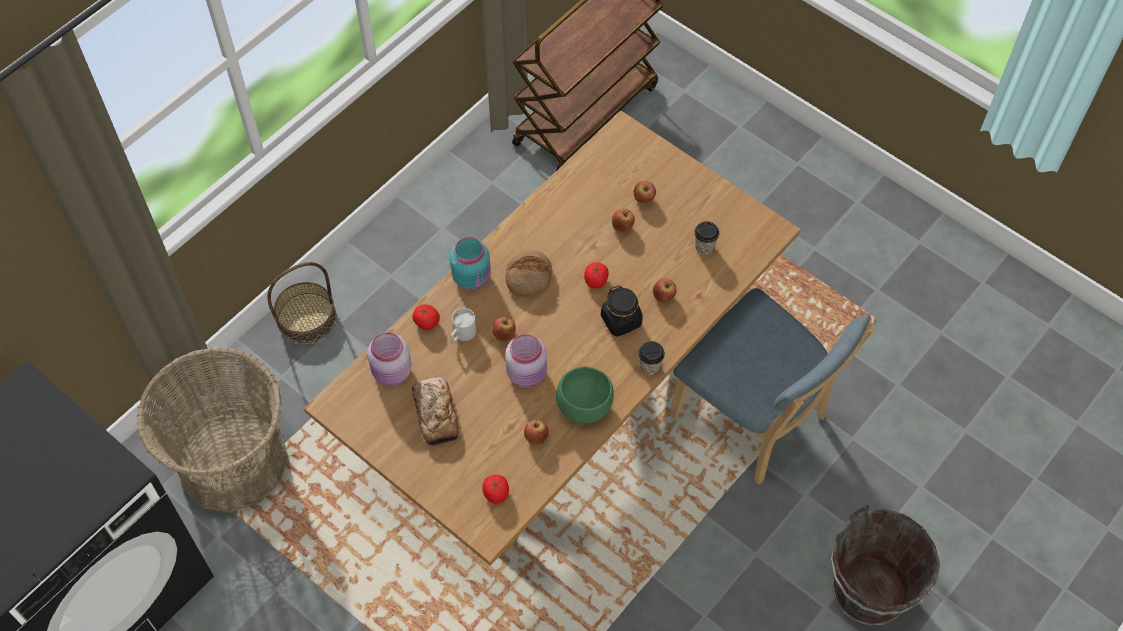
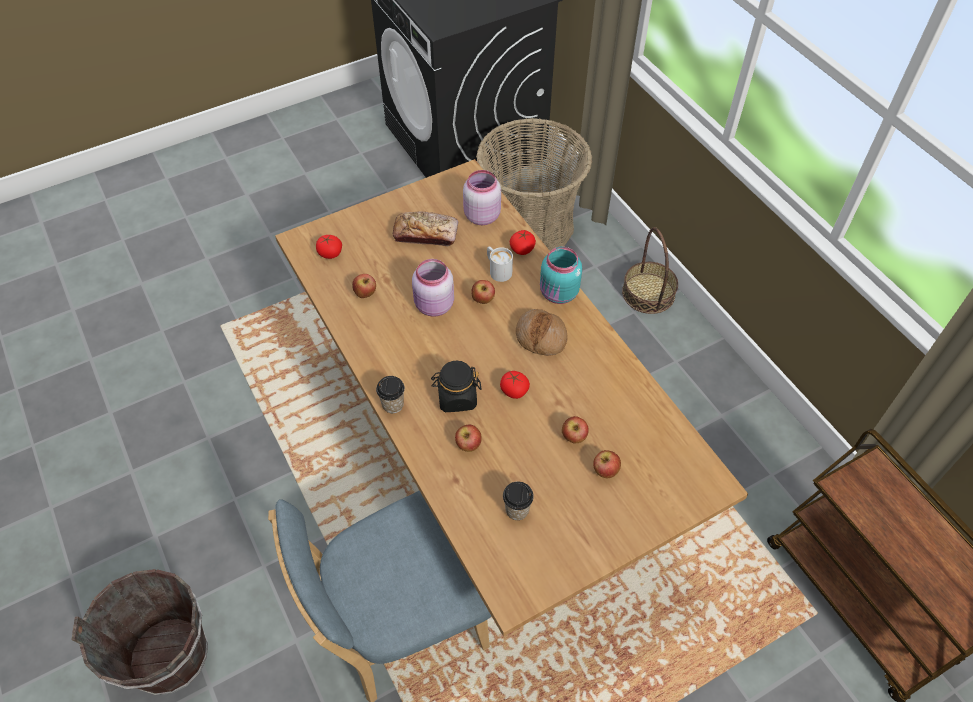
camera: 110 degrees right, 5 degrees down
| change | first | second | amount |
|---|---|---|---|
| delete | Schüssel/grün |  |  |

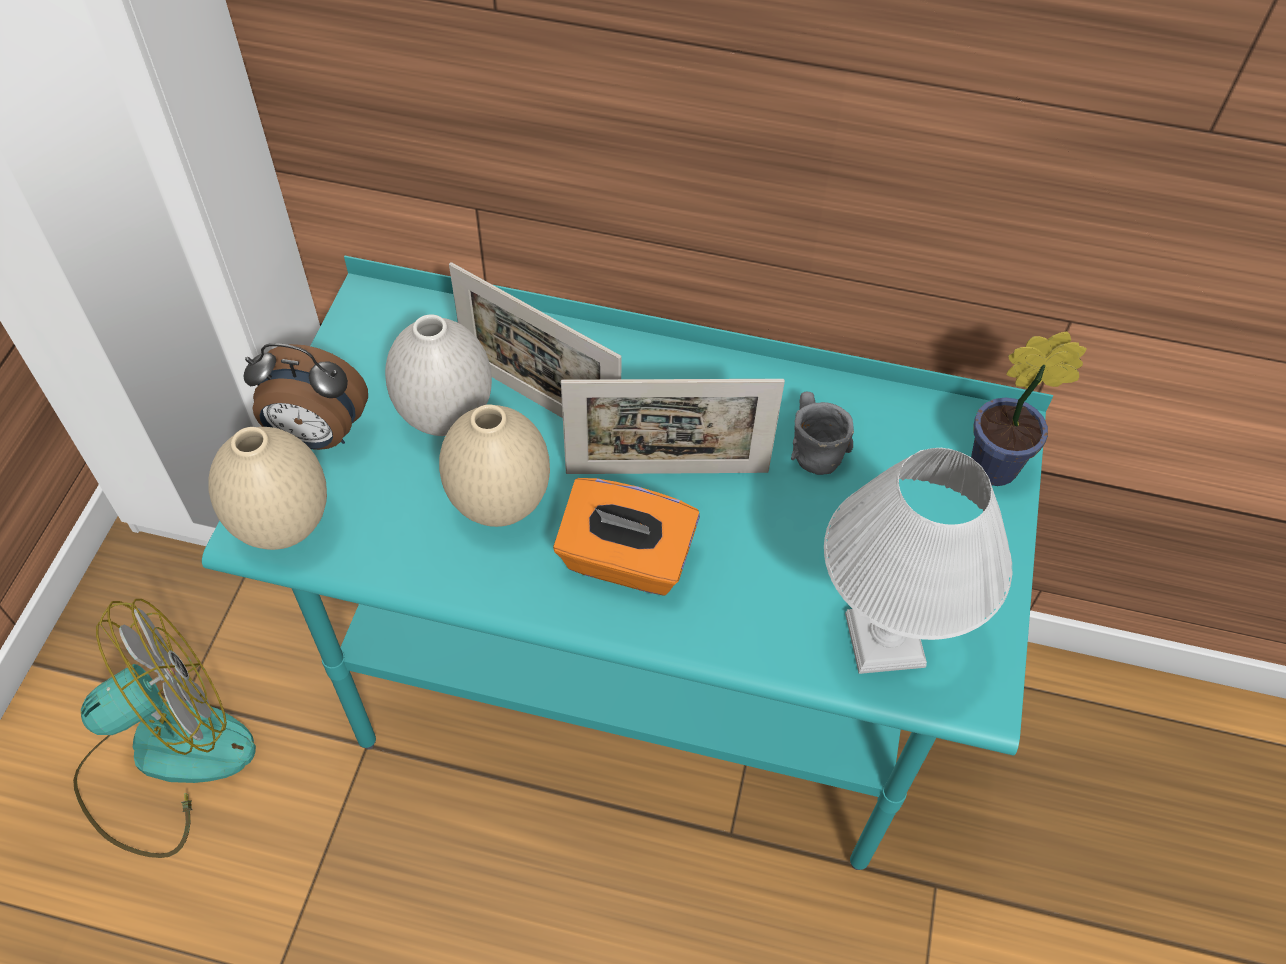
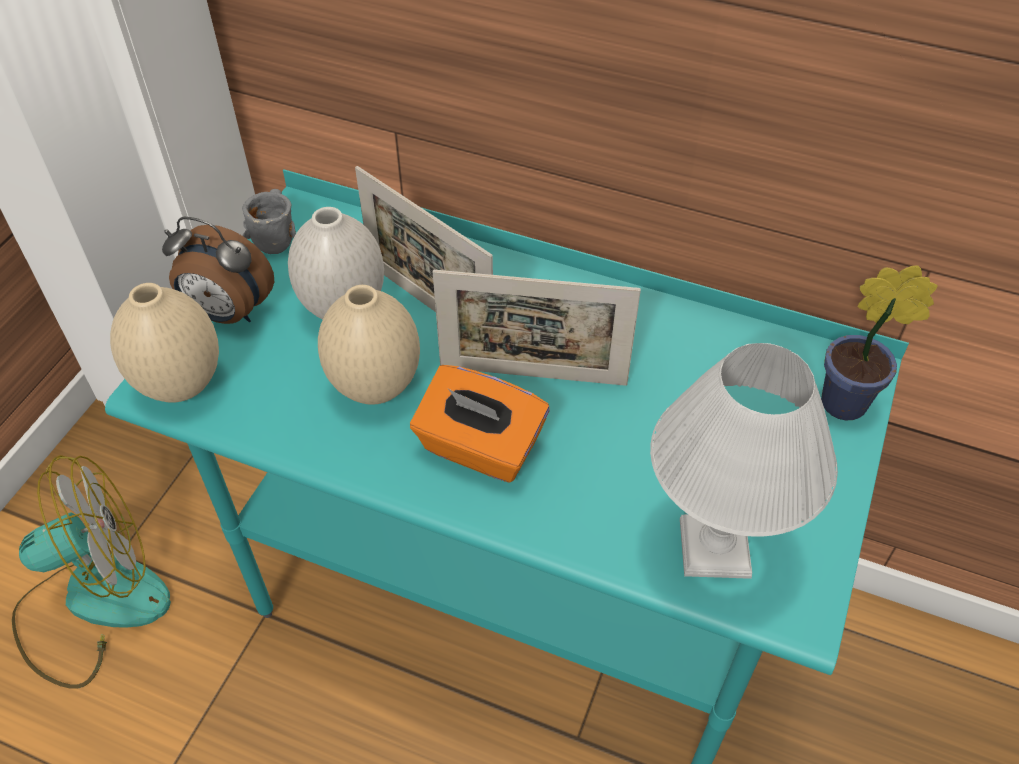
camera: 10 degrees right, 5 degrees down
| change | first | second | amount |
|---|---|---|---|
| move | Henkelbecher/grau |  |  |

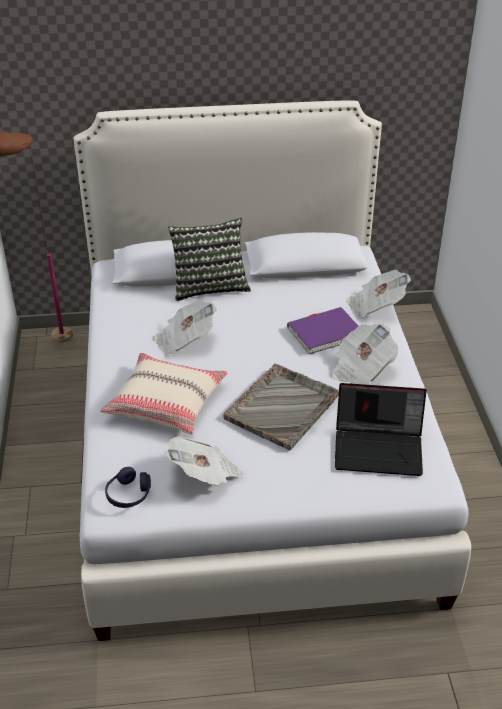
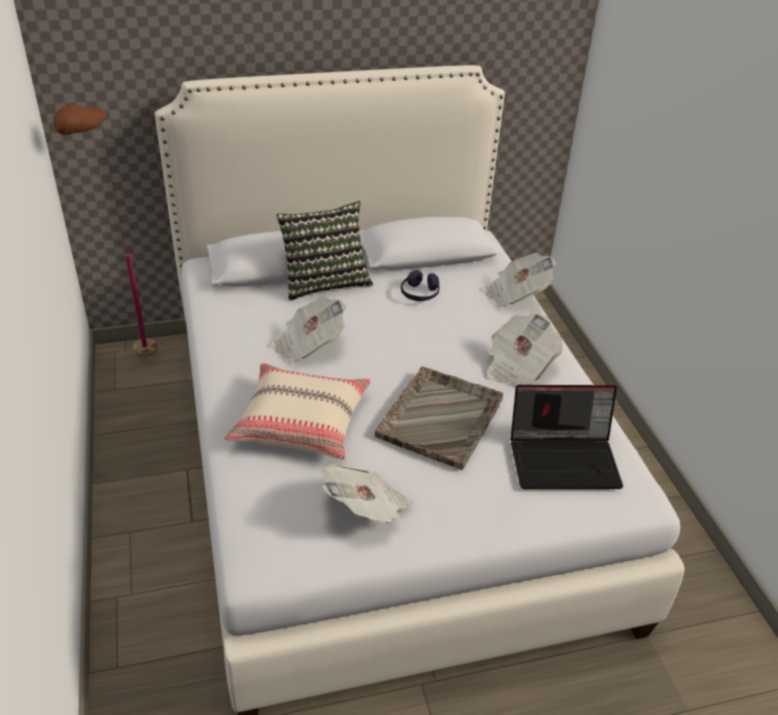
camera: 10 degrees left, 0 degrees up
| change | first | second | amount |
|---|---|---|---|
| delete | Buch/lila |  |  |
| move | Kopfhörer/lila |  |  |

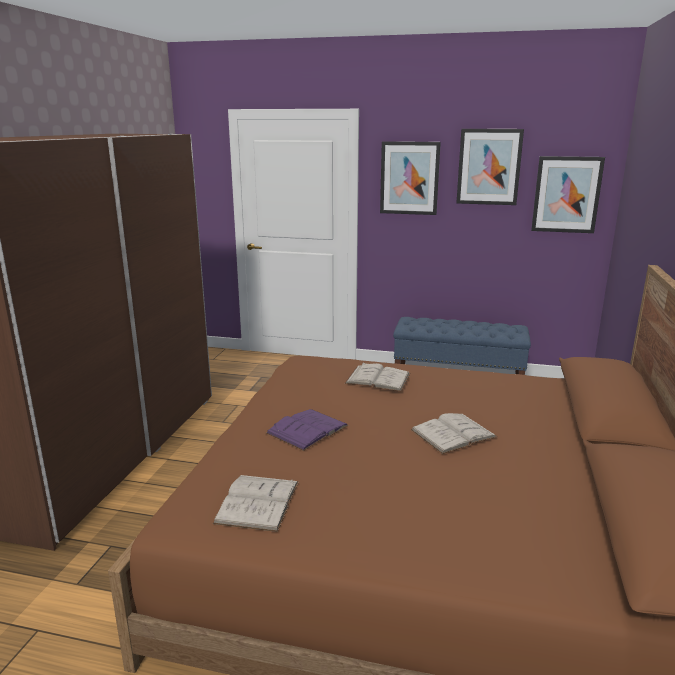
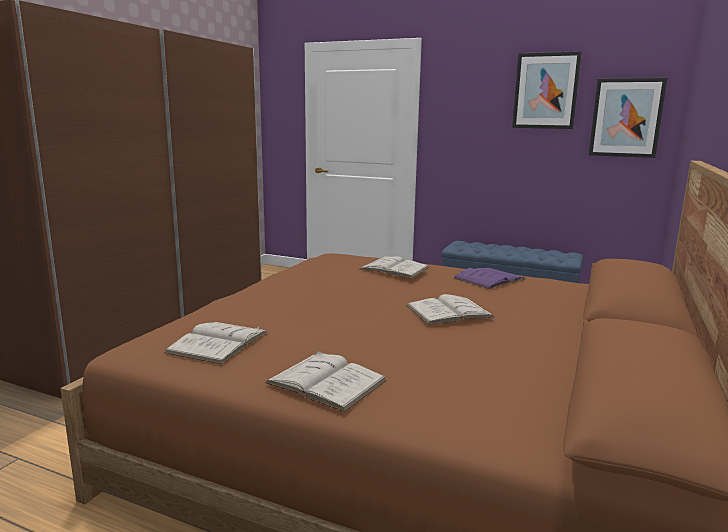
camera: 10 degrees right, 5 degrees down
| change | first | second | amount |
|---|---|---|---|
| delete | Bild (1st from left) |  |  |
| move | Buch/lila |  |  |
| insert |  | Buch/weiß (2nd from left) |  |

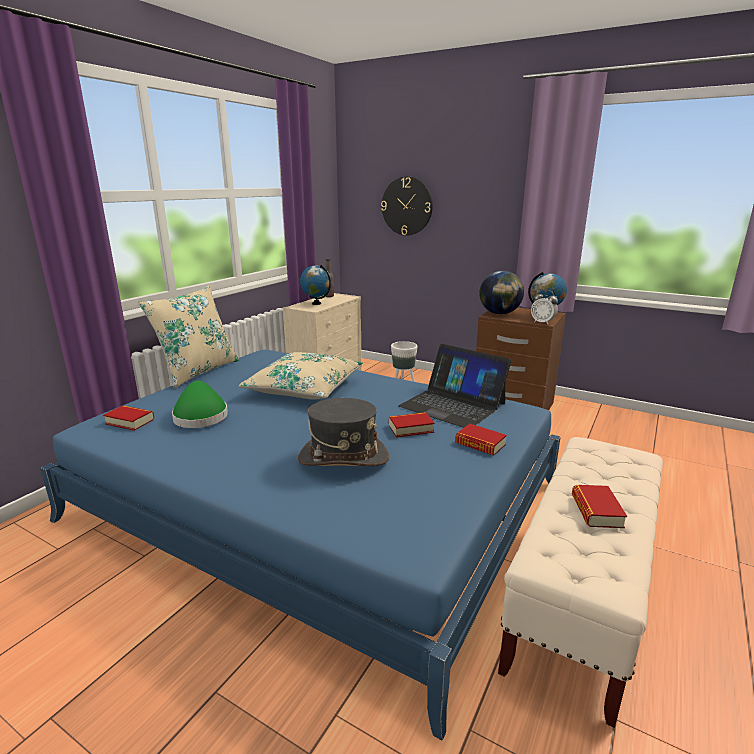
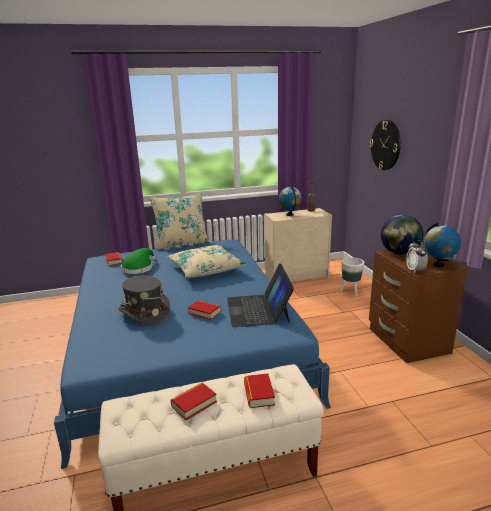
camera: 45 degrees right, 0 degrees up
| change | first | second | amount |
|---|---|---|---|
| move | Buch (3rd from left in the first image) | Buch (4th from left) |  |

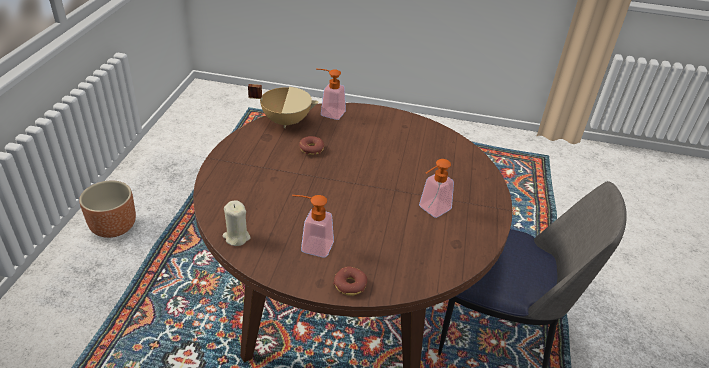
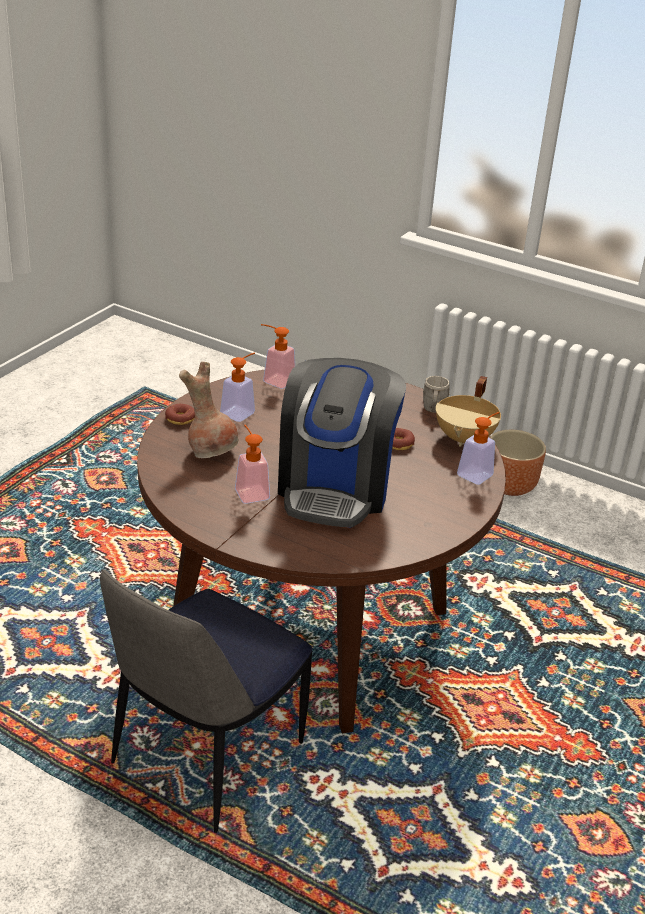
camera: 110 degrees right, 5 degrees down
| change | first | second | amount |
|---|---|---|---|
| replace | Kerze/beige | Seifenspender (3rd from left) |  |
| insert |  | Kaffeemaschine |  |
| insert |  | Vase/braun |  |
| insert |  | Henkelbecher/grau |  |

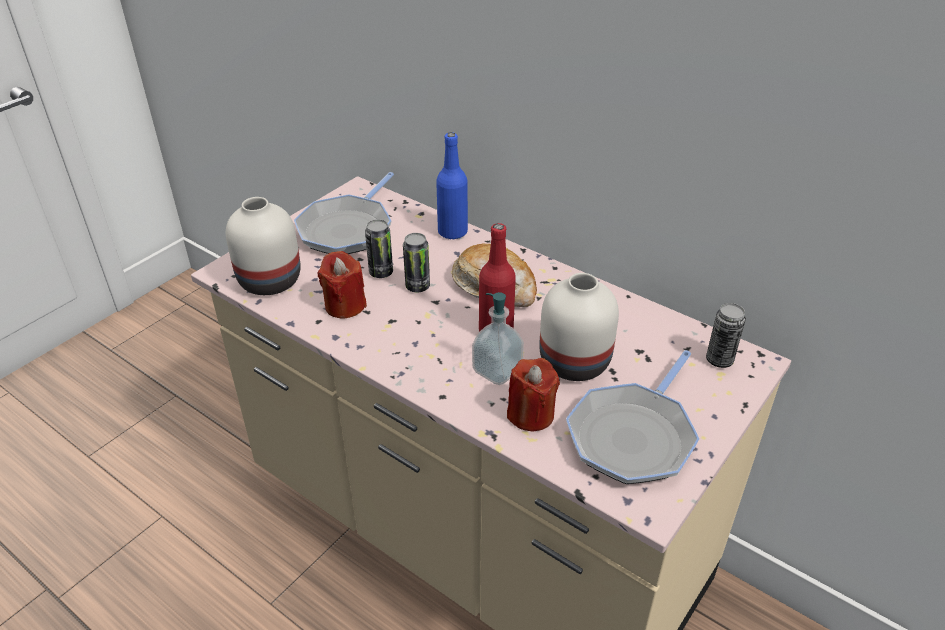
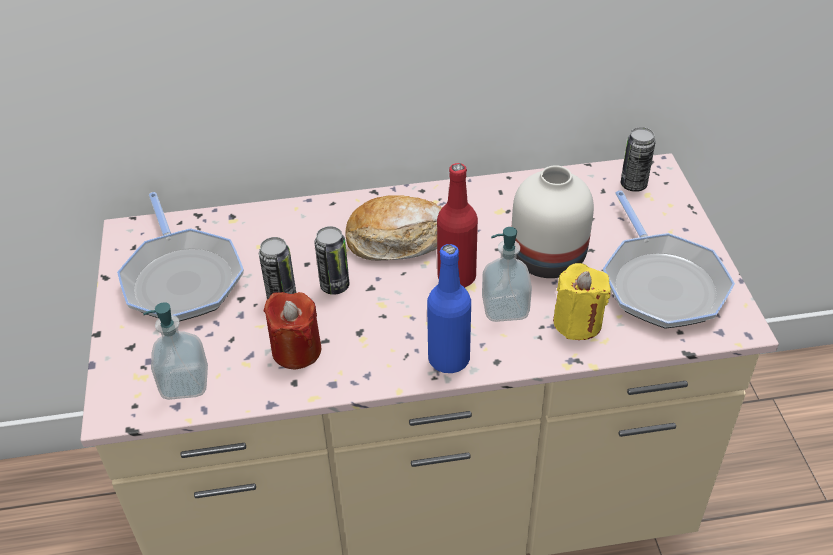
camera: 45 degrees left, 5 degrees up
| change | first | second | amount |
|---|---|---|---|
| move | Flasche/blau |  |  |
| replace | Vase/weiß (1st from left) | Seifenspender (1st from left) |  |
| recolor | Kerze/rot (2nd from left) | Kerze/gelb |  |

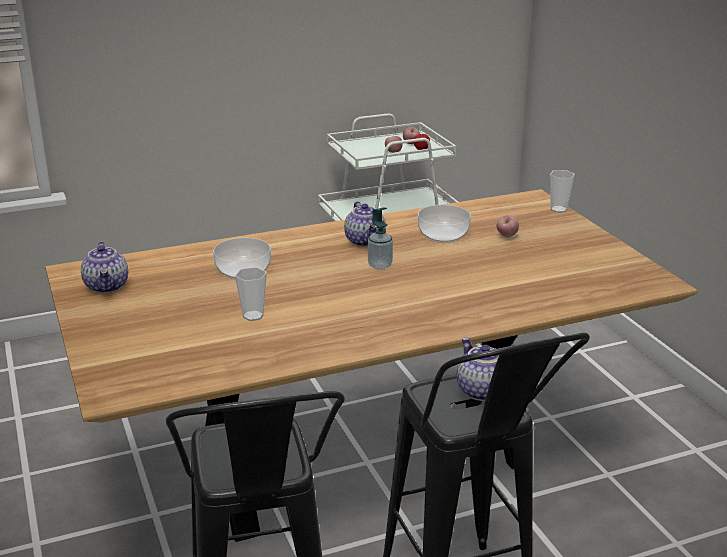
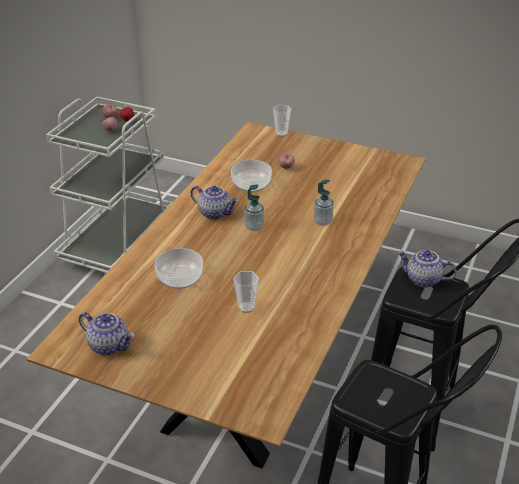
camera: 45 degrees left, 10 degrees up
| change | first | second | amount |
|---|---|---|---|
| insert |  | Seifenspender (2nd from left) |  |

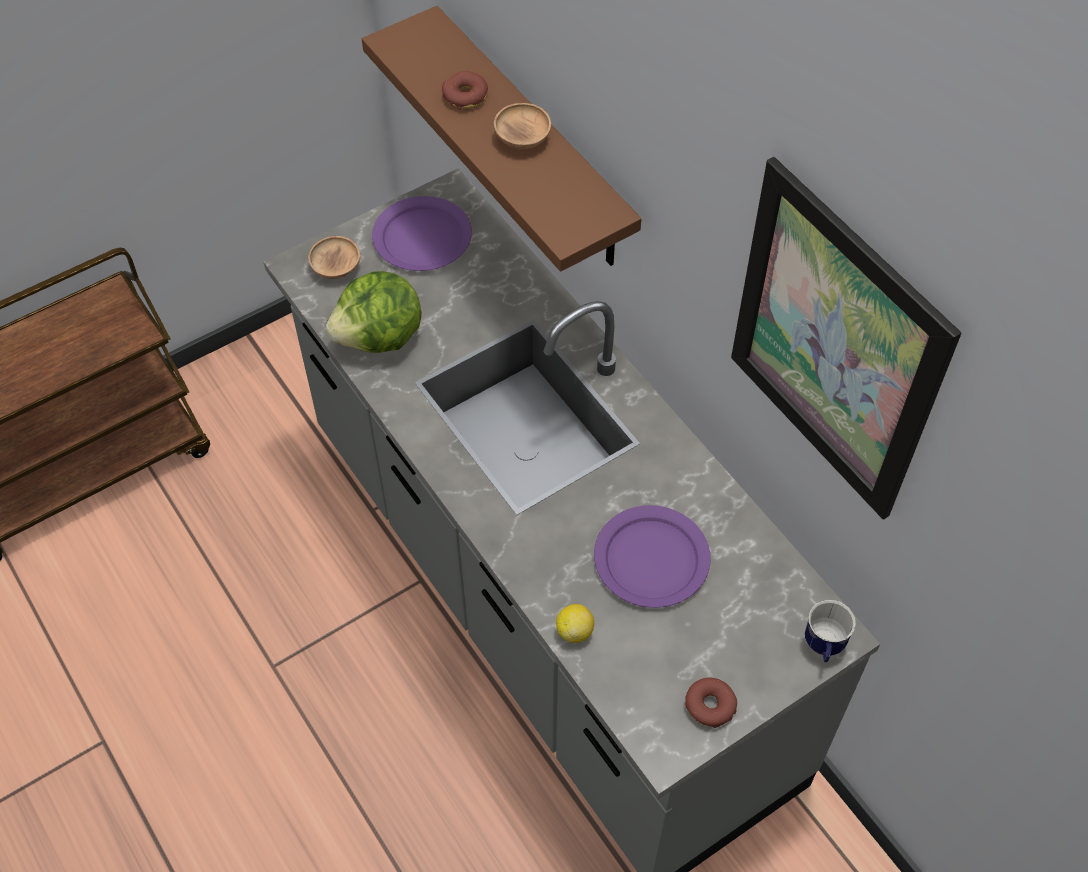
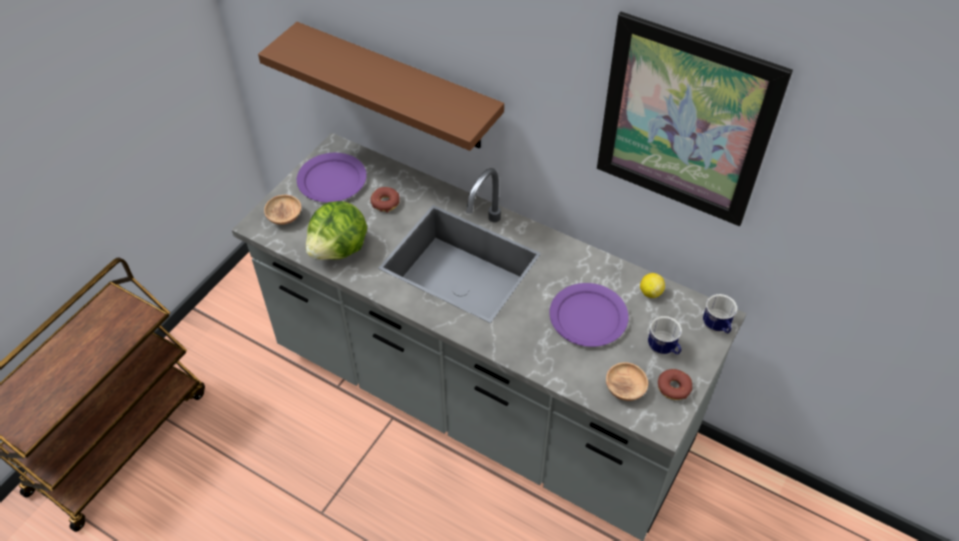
camera: 25 degrees left, 5 degrees down
| change | first | second | amount |
|---|---|---|---|
| move | Donut (1st from left) |  |  |
| move | Schüssel/braun (2nd from left) |  |  |
| move | Zitrone |  |  |
| insert |  | Henkelbecher (1st from left) |  |

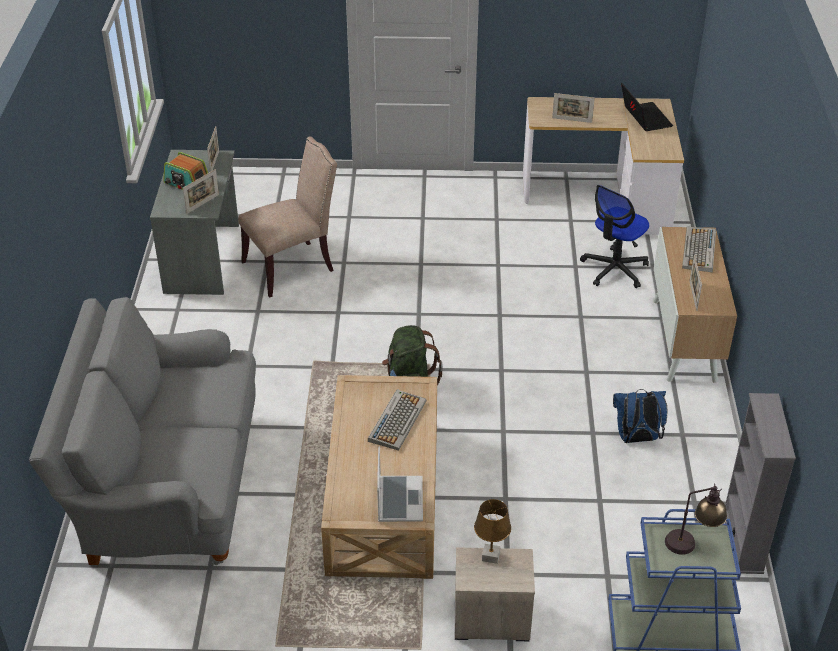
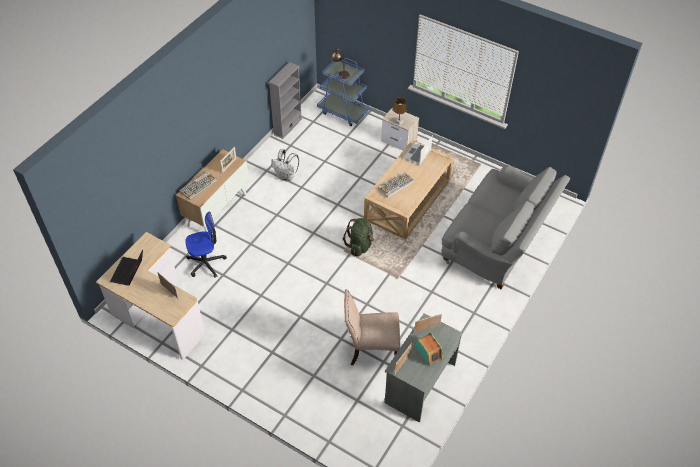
camera: 150 degrees left, 10 degrees up
| change | first | second | amount |
|---|---|---|---|
| recolor | Rucksack/blau | Rucksack/weiß |  |

